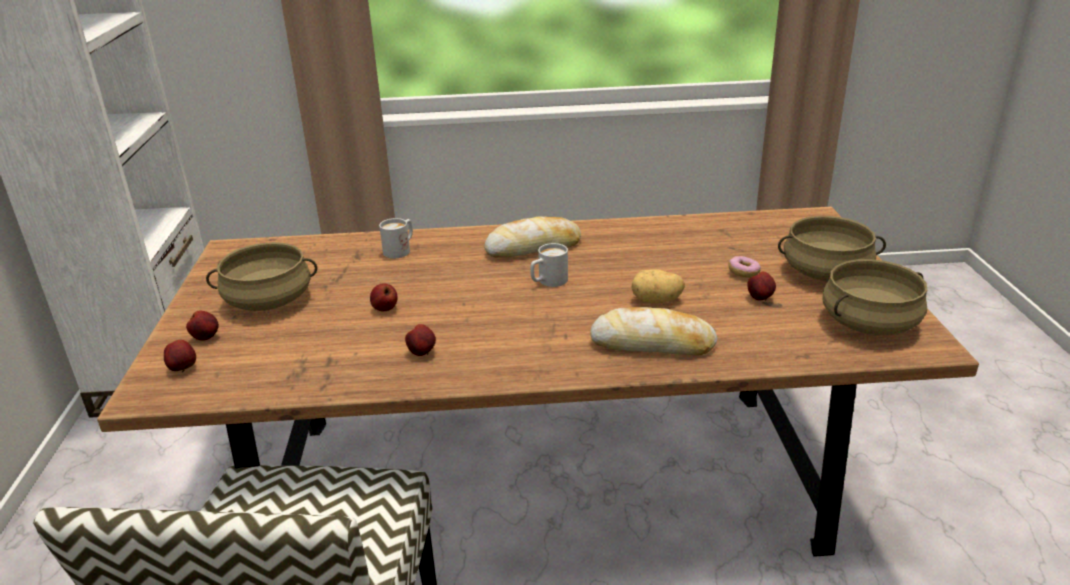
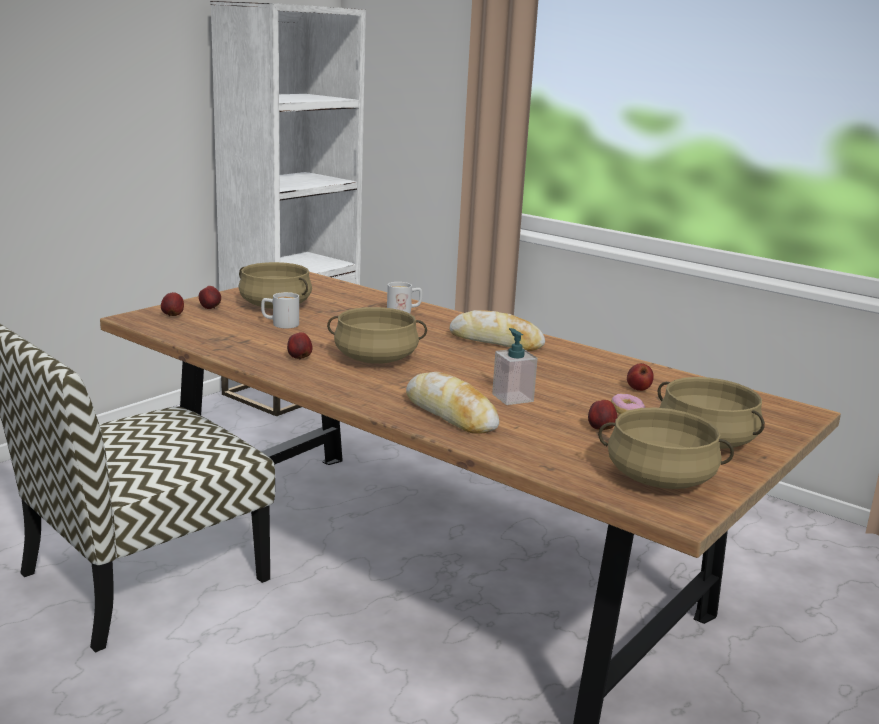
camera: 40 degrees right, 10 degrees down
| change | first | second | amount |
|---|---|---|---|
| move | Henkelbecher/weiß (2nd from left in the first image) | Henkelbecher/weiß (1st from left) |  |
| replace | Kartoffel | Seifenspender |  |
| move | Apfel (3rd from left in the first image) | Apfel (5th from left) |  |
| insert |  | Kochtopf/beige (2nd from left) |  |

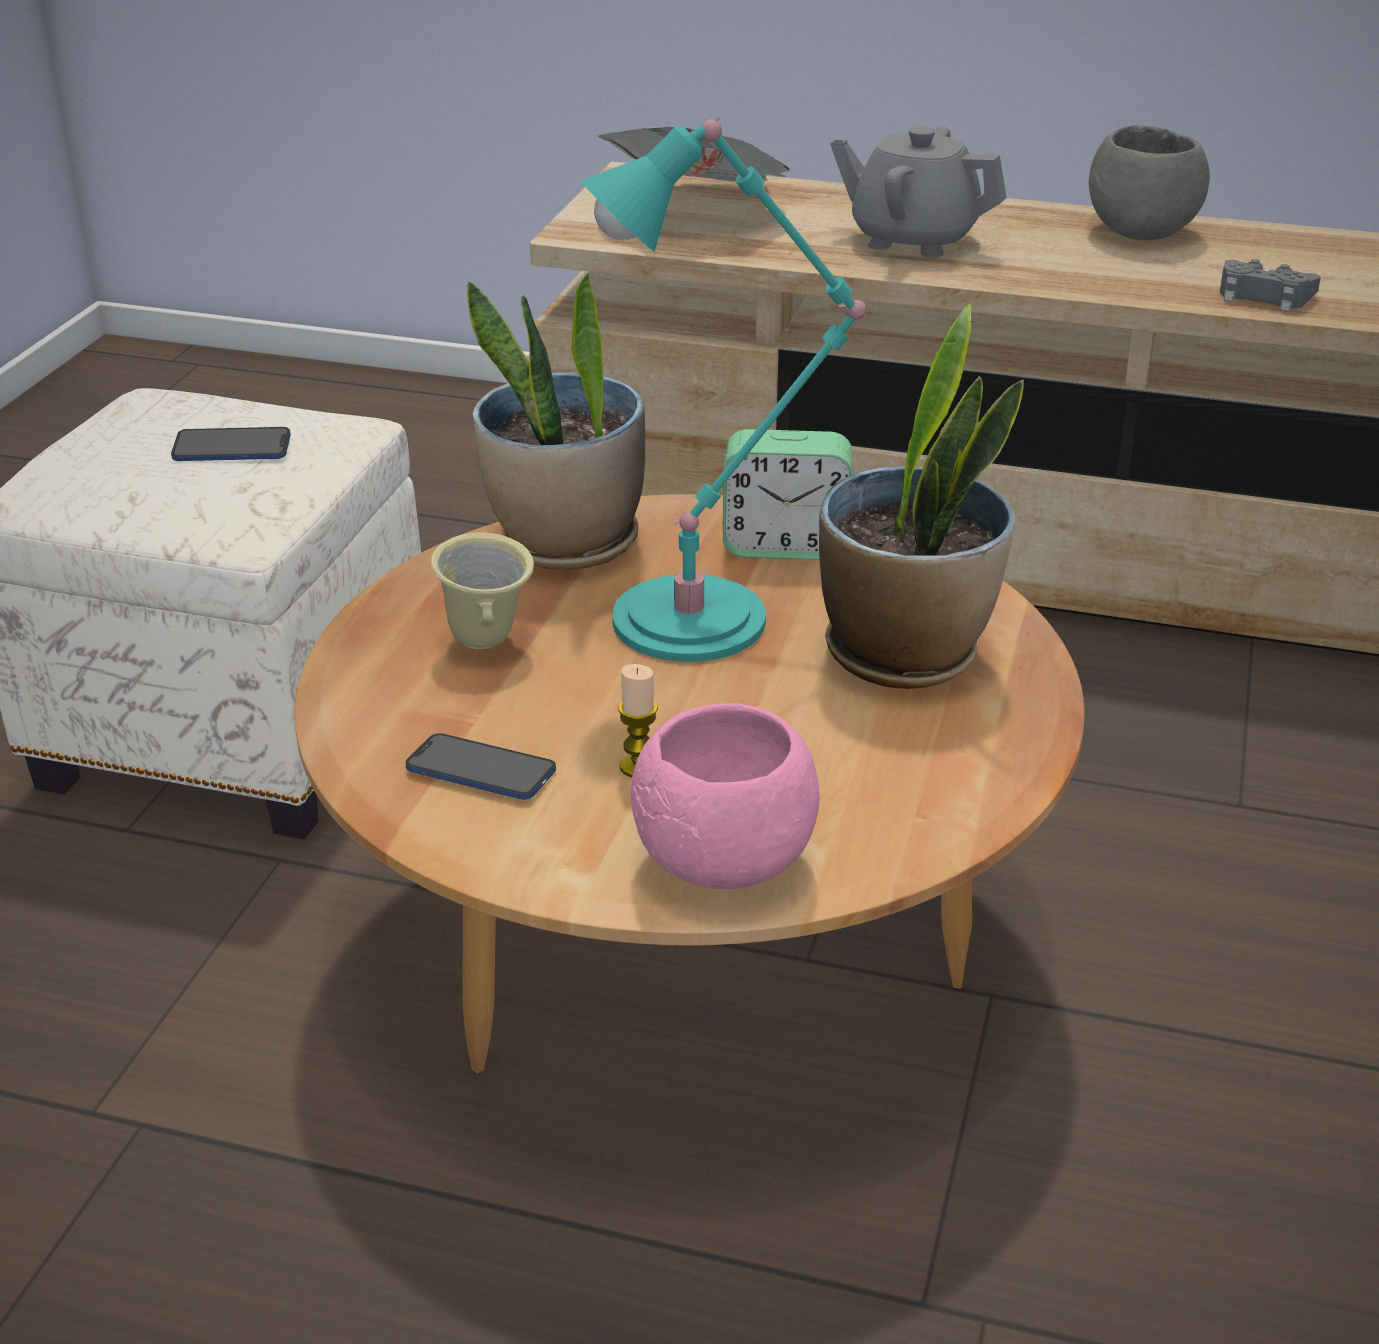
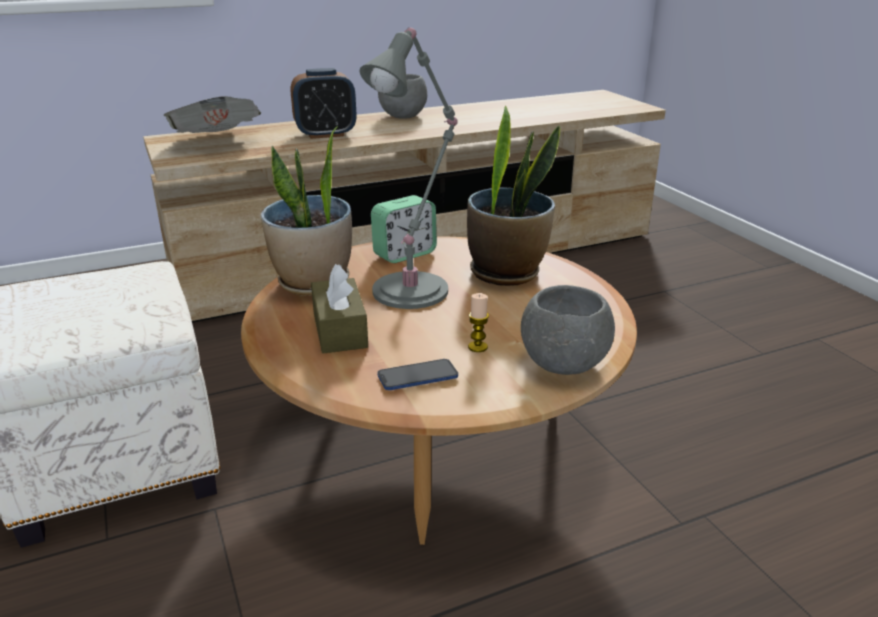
camera: 40 degrees left, 5 degrees down
| change | first | second | amount |
|---|---|---|---|
| recolor | Tischlampe/türkis | Tischlampe/grau |  |
| replace | Teekanne/grau | Wecker (1st from left) |  |
| delete | Gamepad/grau |  |  |
| delete | Handy (1st from left) |  |  |
| replace | Henkelbecher/beige | Taschentuchbox/braun |  |
| recolor | Schüssel/rosa | Schüssel/grau (2nd from left) |  |

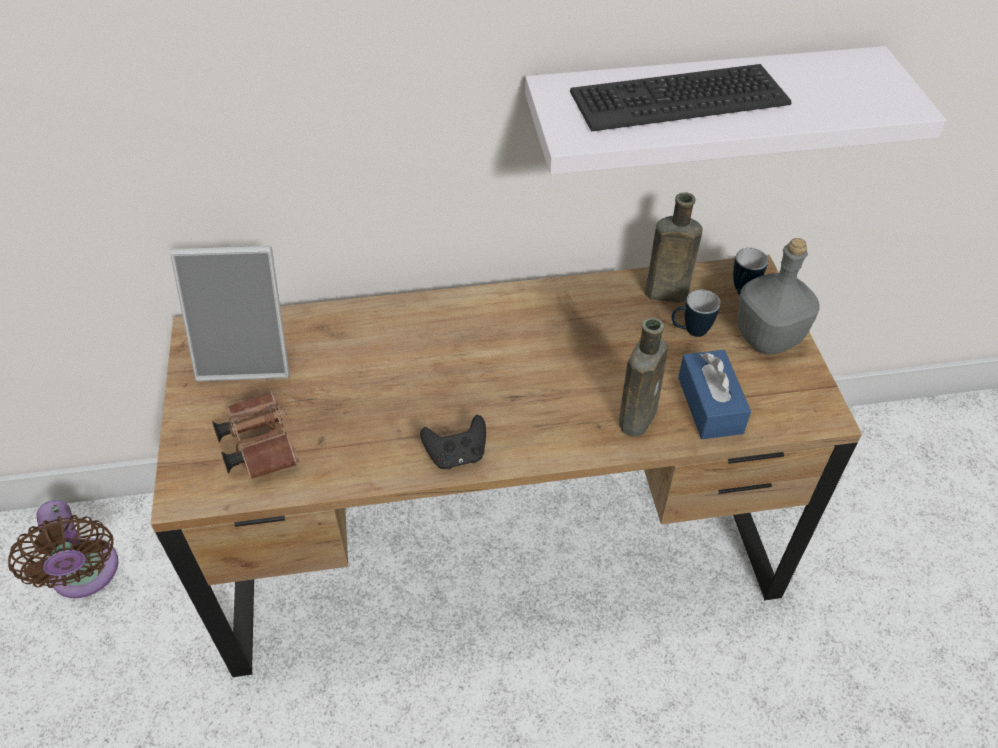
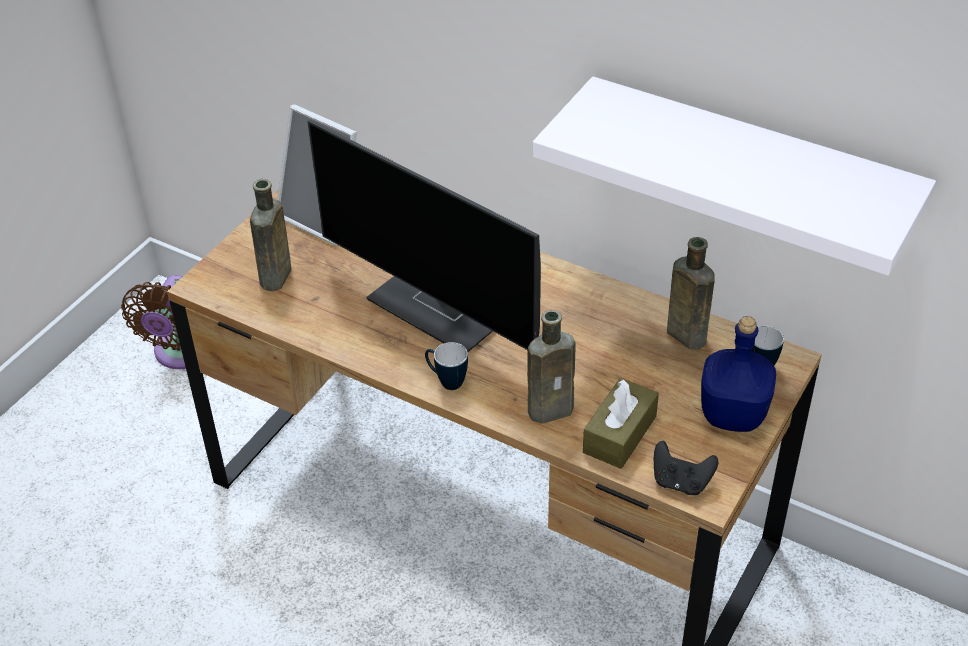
camera: 40 degrees right, 5 degrees down
| change | first | second | amount |
|---|---|---|---|
| delete | Tastatur |  |  |
| recolor | Flasche/grau | Flasche/blau |  |
| move | Henkelbecher (1st from left) |  |  |
| recolor | Taschentuchbox/blau | Taschentuchbox/braun |  |
| replace | Fernglas/braun | Flasche/braun (1st from left) |  |
| move | Gamepad/schwarz |  |  |
| insert |  | Monitor |  |

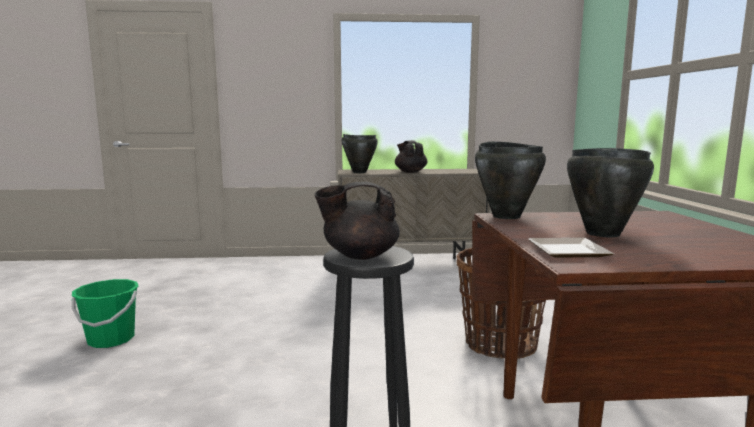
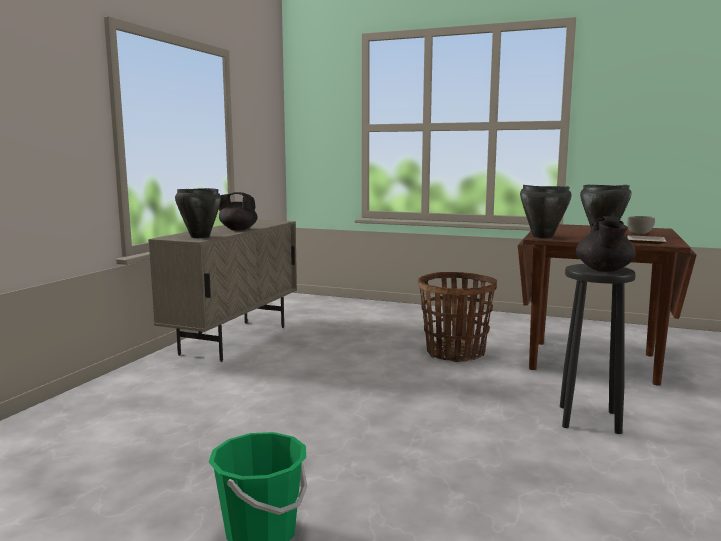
camera: 65 degrees left, 0 degrees up
| change | first | second | amount |
|---|---|---|---|
| insert |  | Schüssel/grau |  |

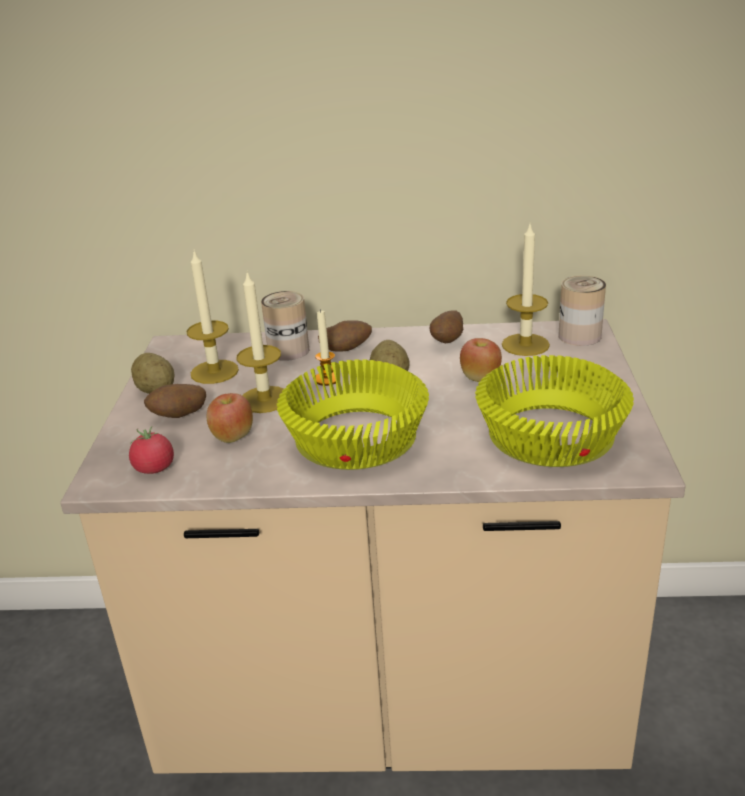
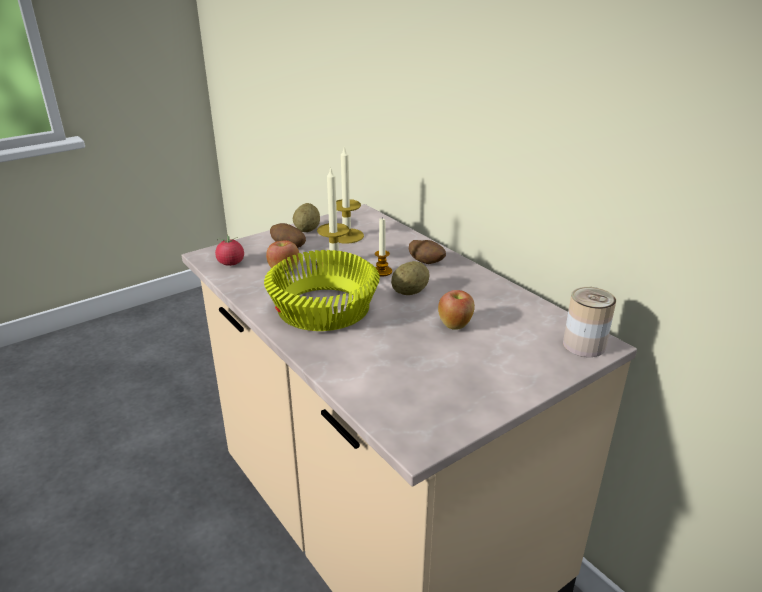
camera: 50 degrees right, 0 degrees up
| change | first | second | amount |
|---|---|---|---|
| delete | Kerze (4th from left) |  |  |
| delete | Dose (1st from left) |  |  |
| delete | Kartoffel (5th from left) |  |  |
| delete | Schüssel/gelb (2nd from left) |  |  |

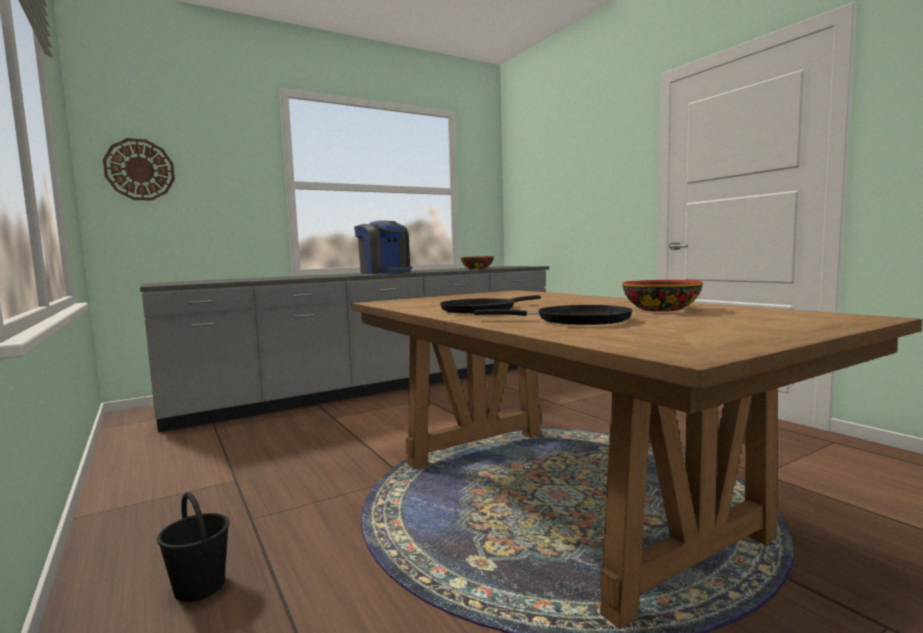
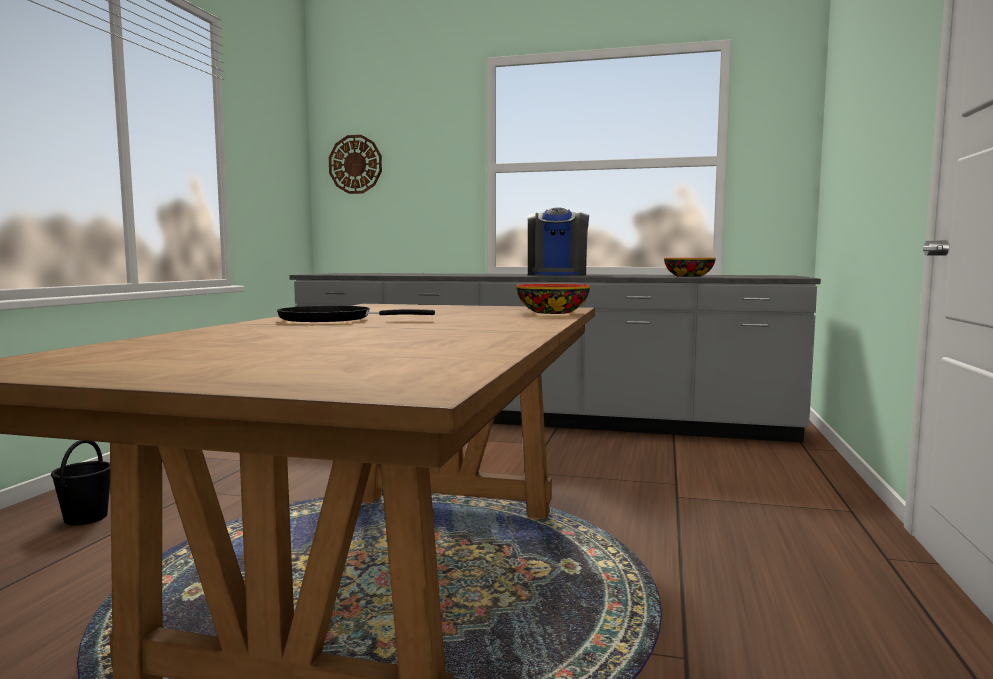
camera: 45 degrees right, 0 degrees up
| change | first | second | amount |
|---|---|---|---|
| move | Schüssel (2nd from left in the first image) | Schüssel (1st from left) |  |
| delete | Pfanne/schwarz (2nd from left) |  |  |

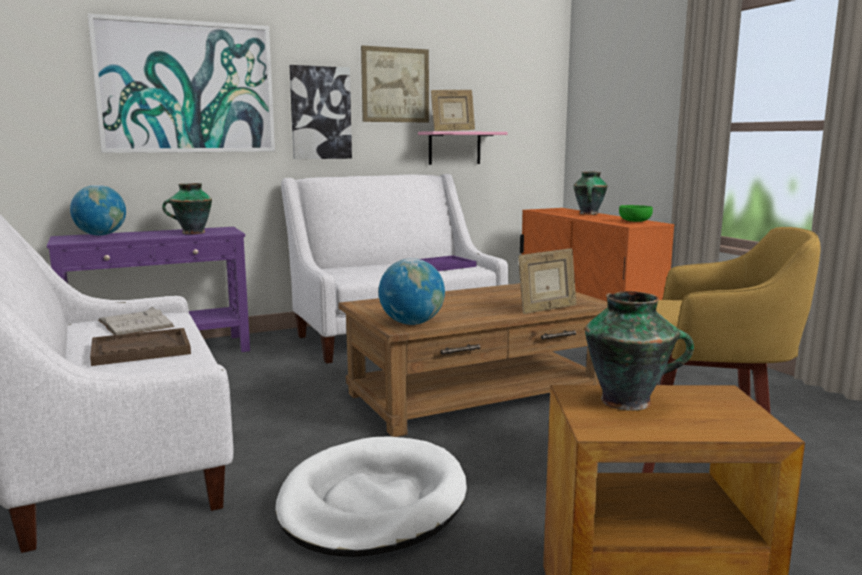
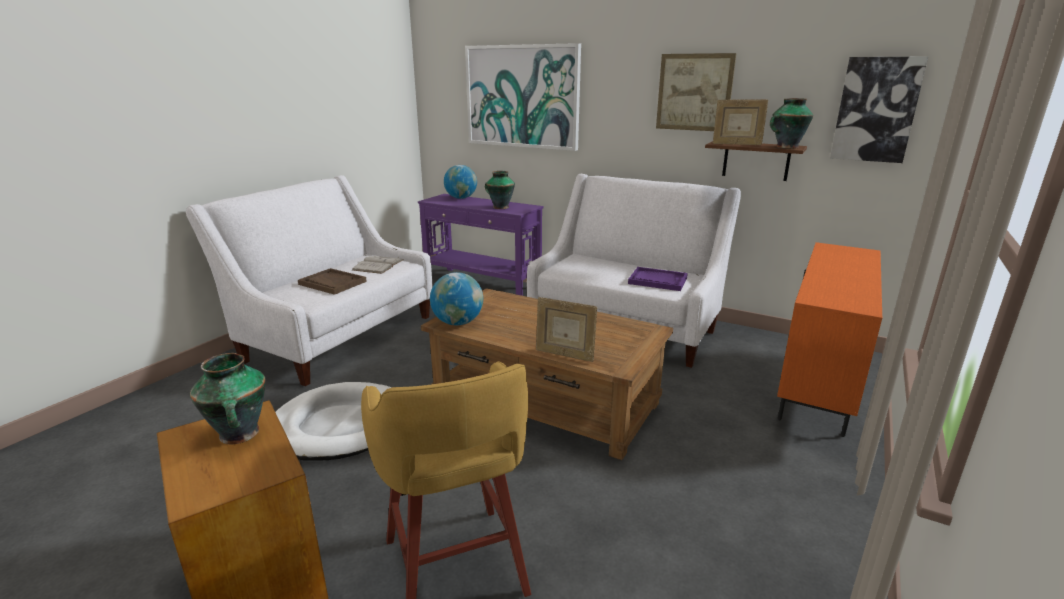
camera: 55 degrees right, 10 degrees up
| change | first | second | amount |
|---|---|---|---|
| move | Bild (2nd from left in the first image) | Bild (3rd from left) |  |
| recolor | Wandregal/rosa | Wandregal/braun |  |
| move | Vase (2nd from left in the first image) | Vase (3rd from left) |  |
| delete | Schüssel/grün |  |  |

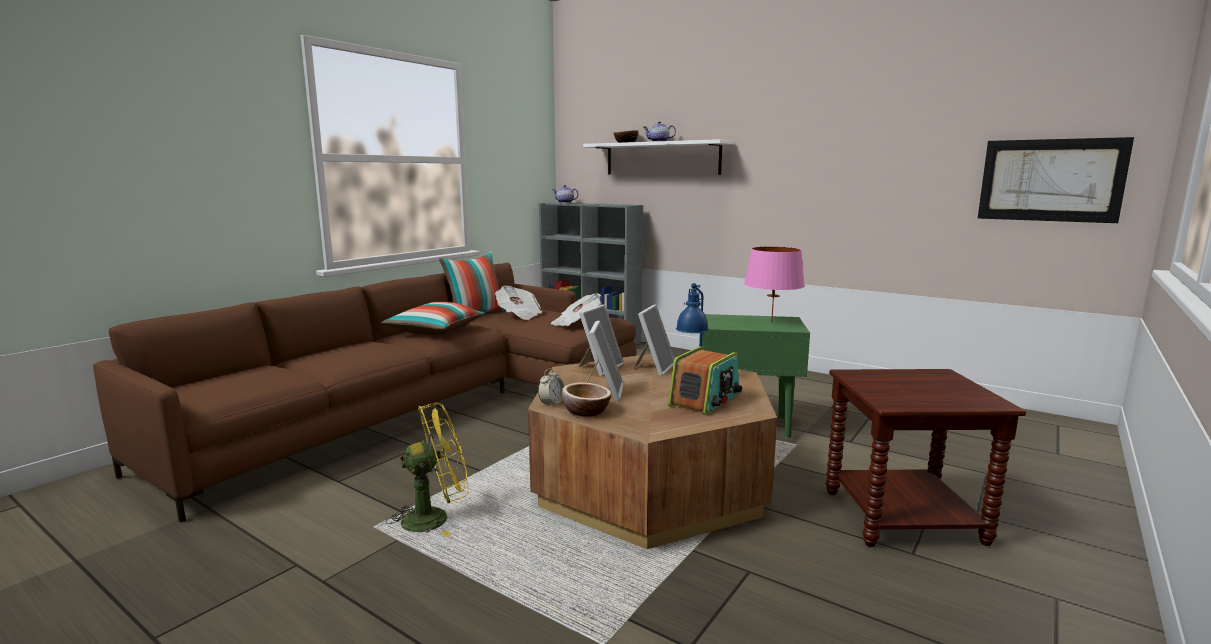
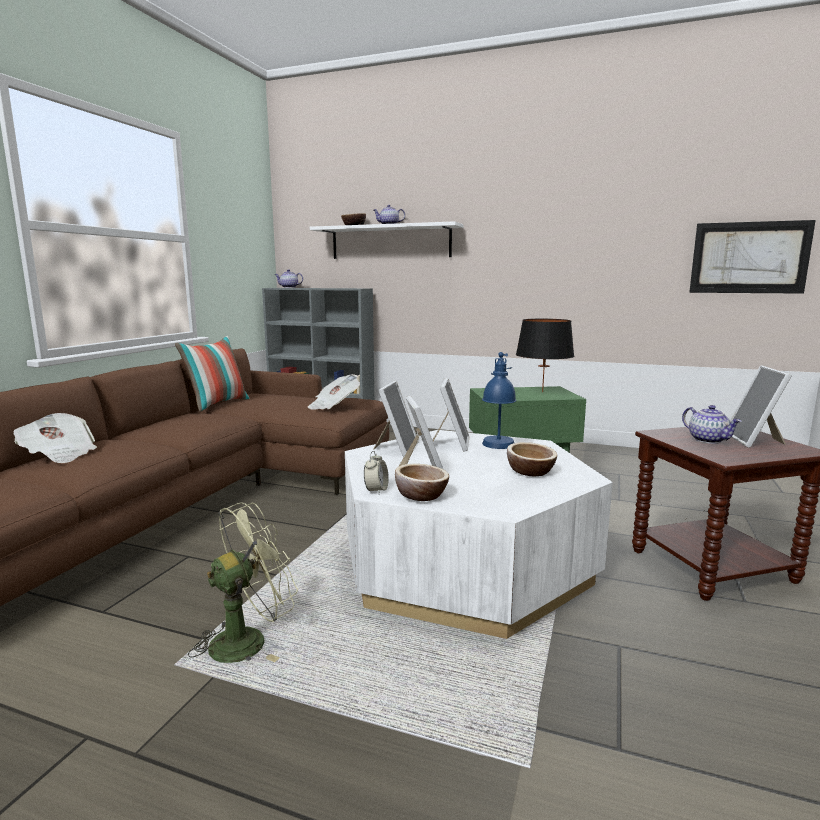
camera: 15 degrees left, 0 degrees up
| change | first | second | amount |
|---|---|---|---|
| recolor | Tischlampe/rosa | Tischlampe/schwarz |  |
| move | Zeitung (1st from left) |  |  |
| delete | Kissen (1st from left) |  |  |
| replace | Radio | Schüssel (3rd from left) |  |
| recolor | Couchtisch/braun | Couchtisch/weiß |  |
| recolor | Ventilator/gelb | Ventilator/grün |  |
| insert |  | Bilderrahmen (4th from left) |  |
| insert |  | Teekanne (3rd from left) |  |

